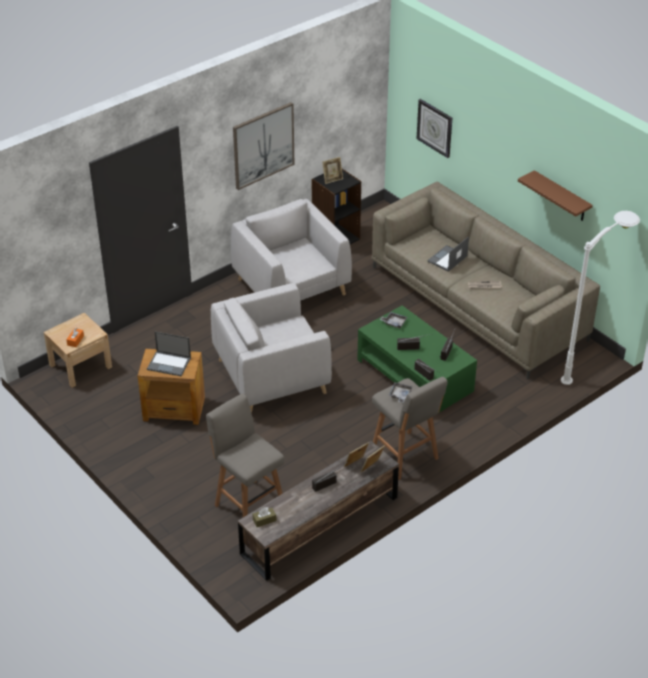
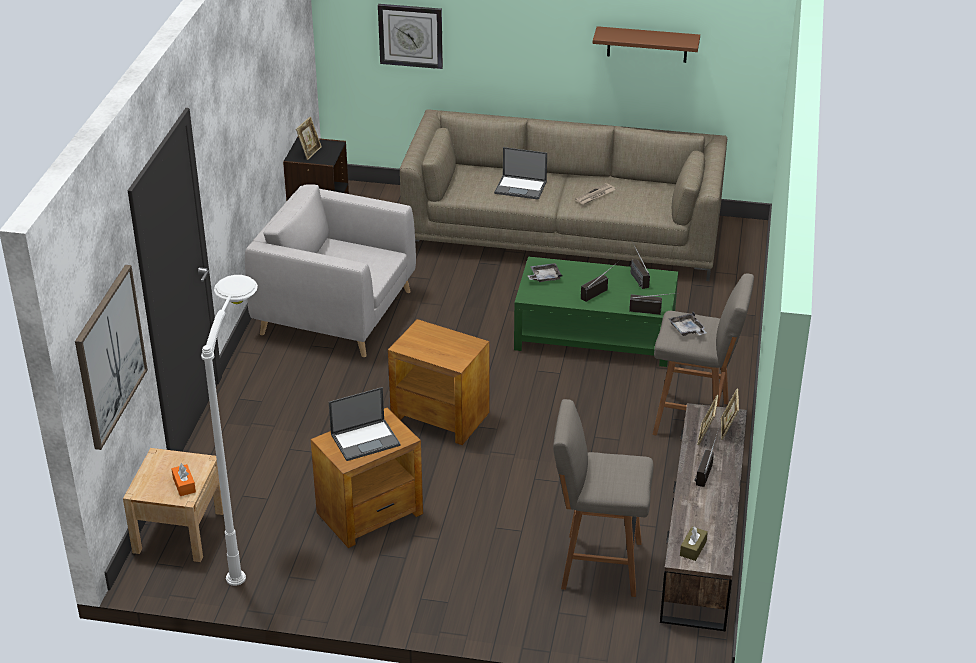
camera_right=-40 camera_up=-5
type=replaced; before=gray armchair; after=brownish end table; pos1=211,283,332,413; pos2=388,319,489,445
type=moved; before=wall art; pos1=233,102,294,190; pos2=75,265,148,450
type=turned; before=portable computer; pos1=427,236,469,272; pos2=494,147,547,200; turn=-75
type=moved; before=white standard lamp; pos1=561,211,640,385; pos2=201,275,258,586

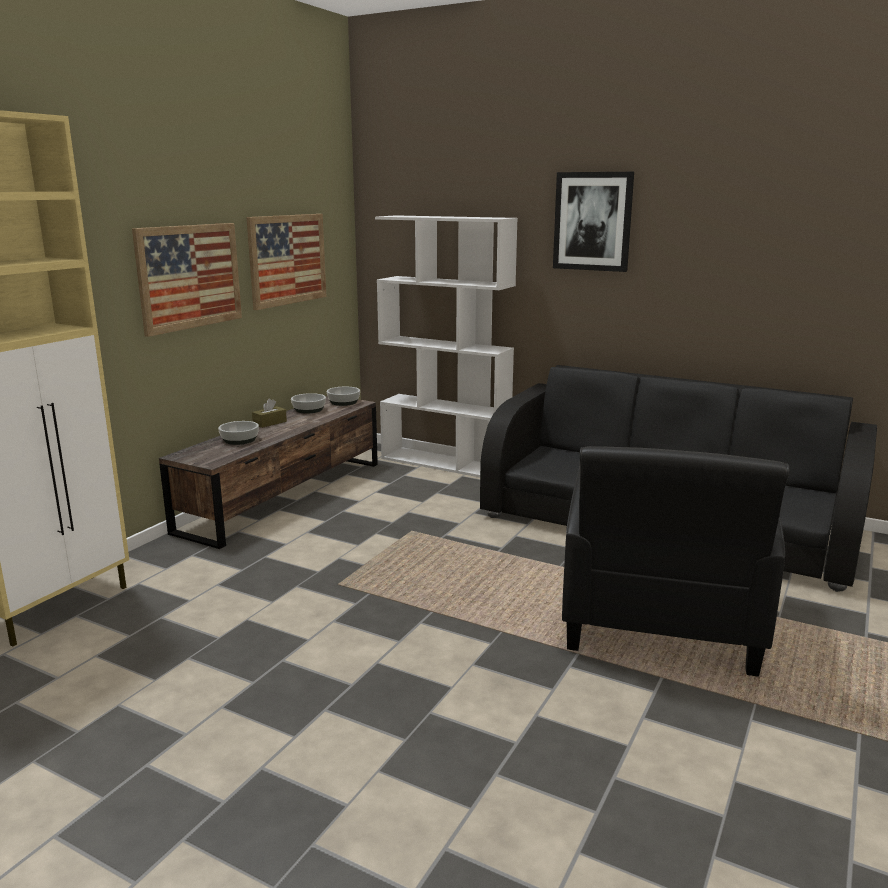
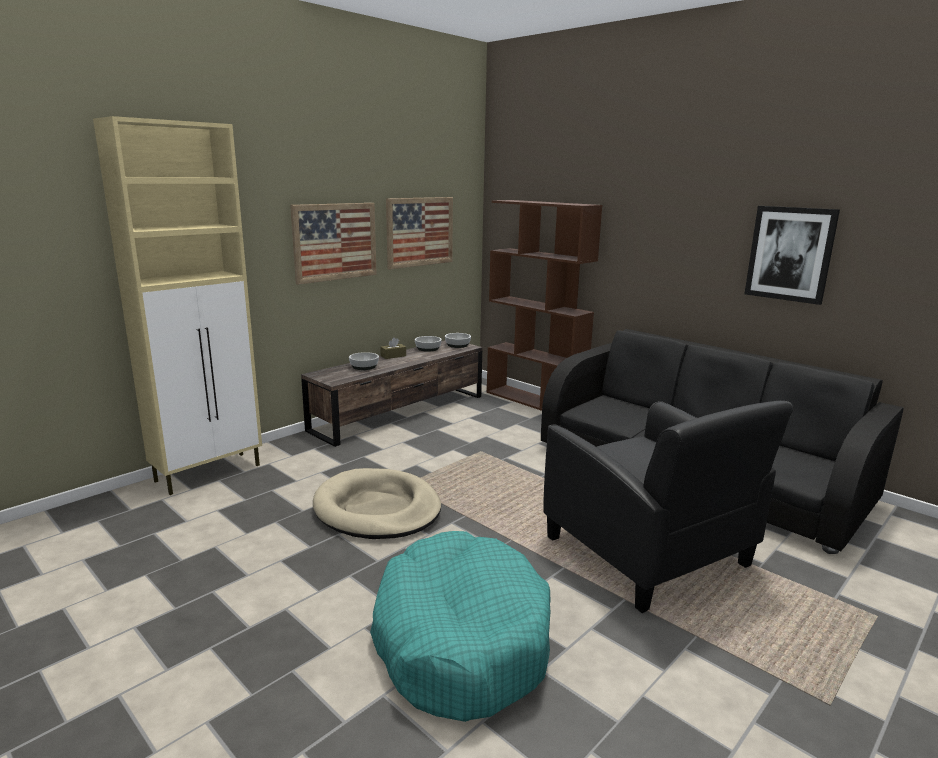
camera_right=15 camera_up=0
type=recoloured; before=white bookshelf; after=brownish bookshelf; pos1=375,215,518,477; pos2=487,200,602,411
type=moved; before=wall art; pos1=553,172,634,272; pos2=744,206,840,305
type=turned; before=black armchair; pos1=562,446,790,677; pos2=543,401,793,613; turn=-60
type=added; after=beige-coloured dog bed; pos2=313,468,441,539
type=added; after=blue-green dog bed; pos2=370,531,551,722

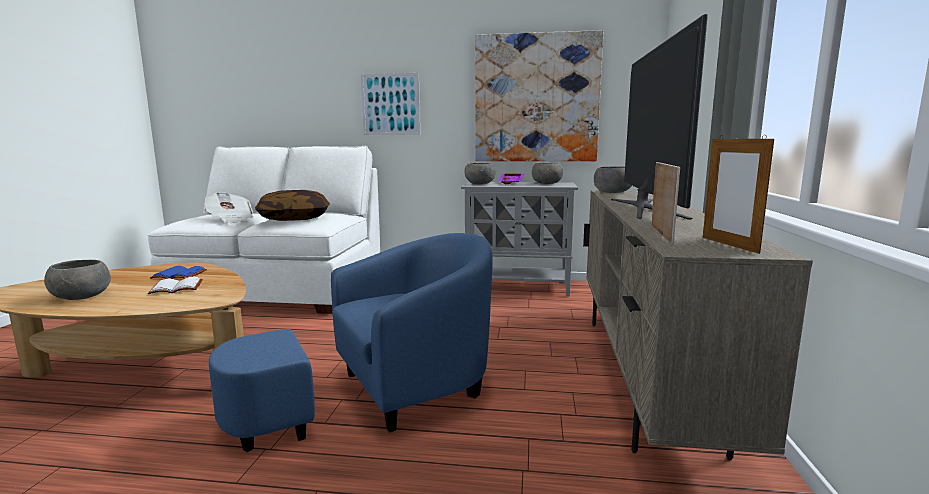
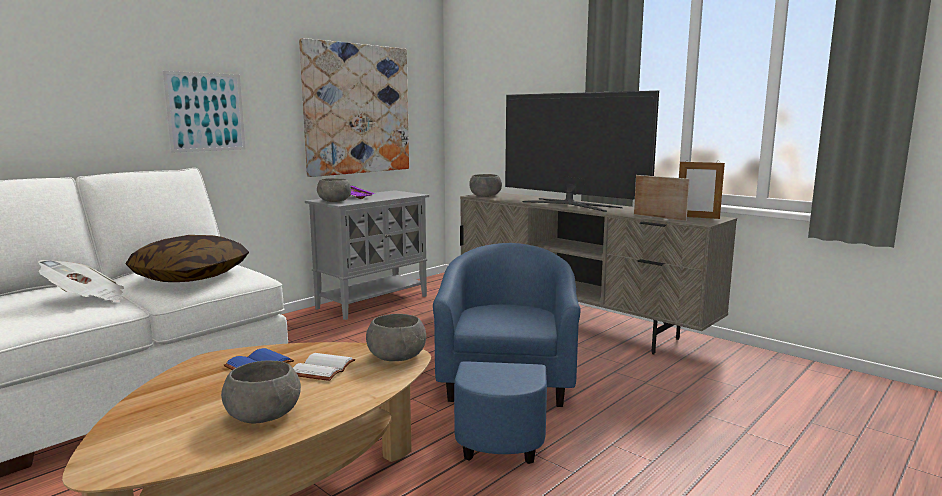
camera_right=-55 camera_up=0
type=moved; before=gray serving bowl; pos1=532,163,563,184; pos2=366,314,426,361

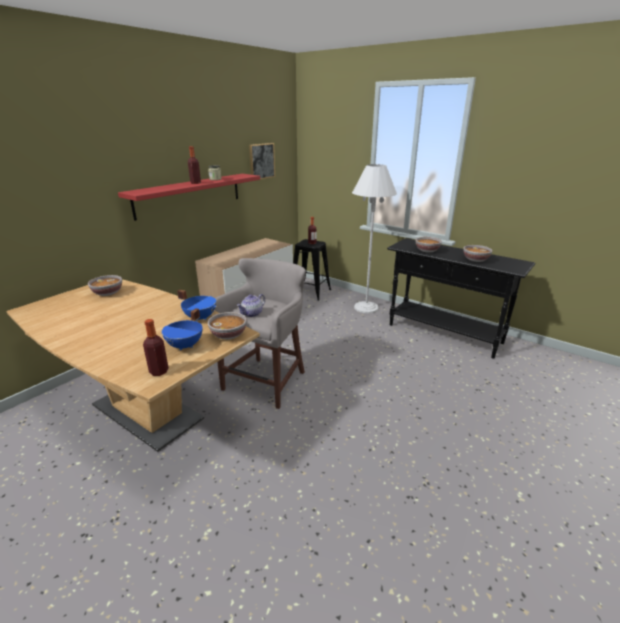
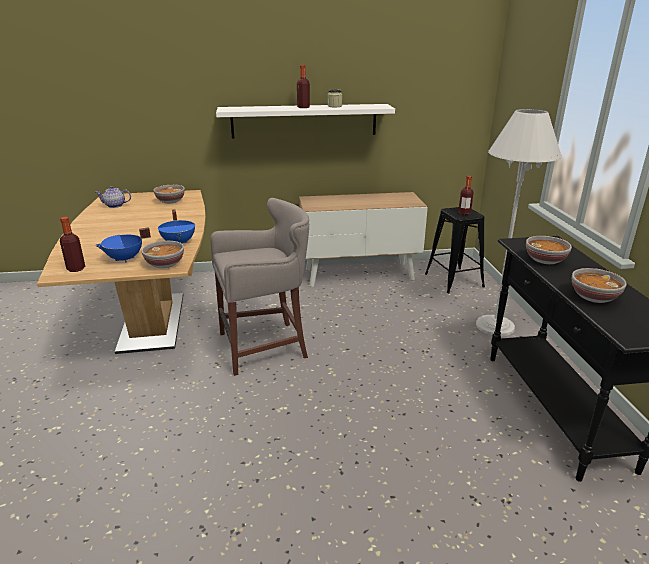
camera_right=45 camera_up=0
type=recoloured; before=red shelf; after=white shelf; pos1=118,174,260,221; pos2=216,104,395,139
type=moved; before=pot for tea; pos1=237,294,265,317; pos2=96,186,131,208
type=removed; before=wall art; pos1=249,143,275,180

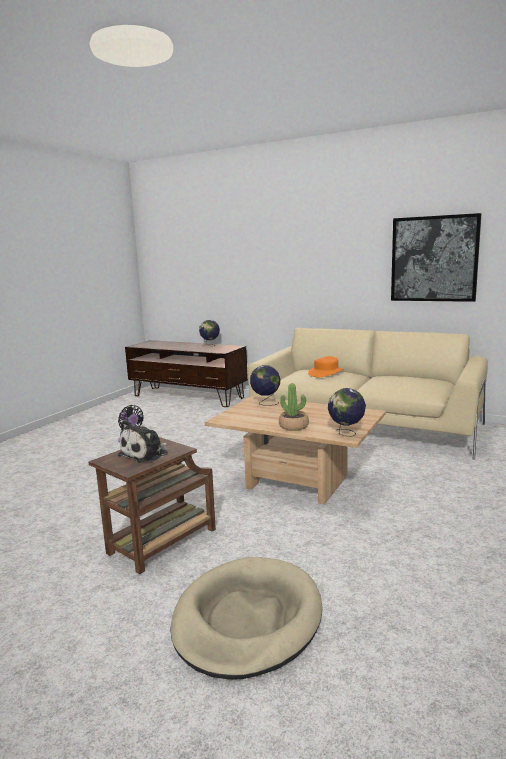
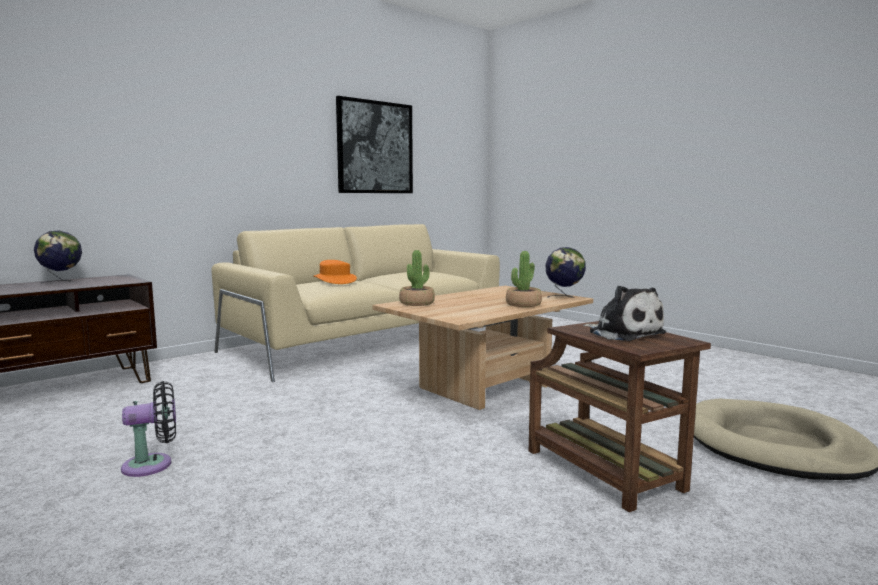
camera_right=-70 camera_up=-5
type=replaced; before=desk globe; after=plant in a pot; pos1=250,365,280,406; pos2=399,250,435,306

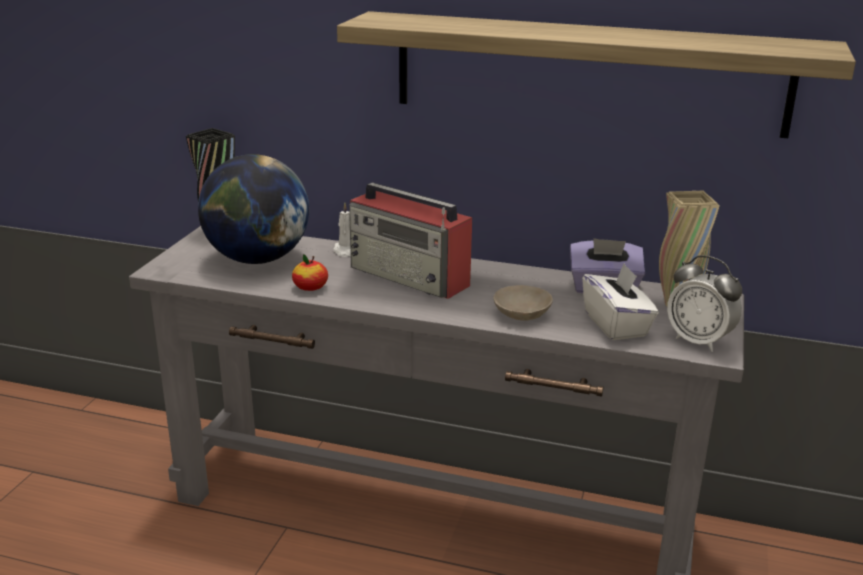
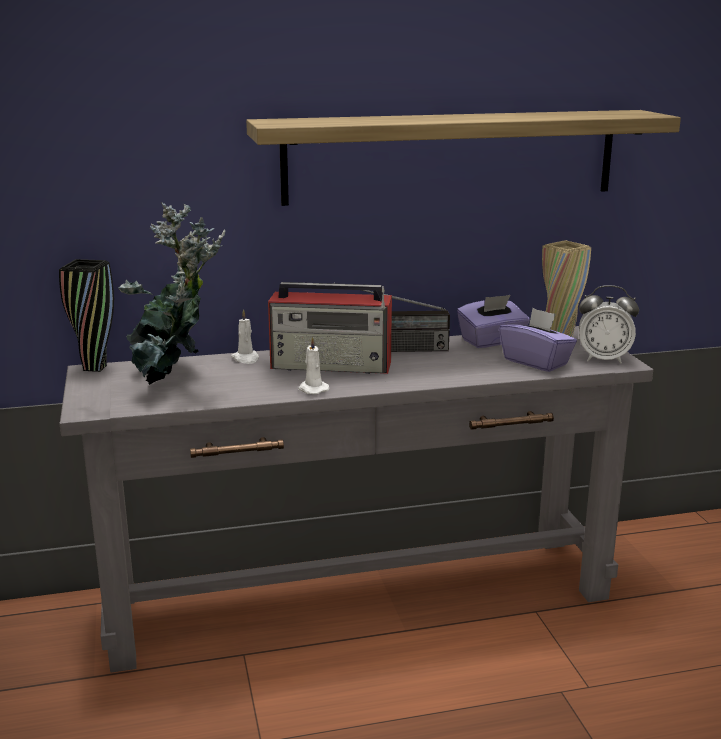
camera_right=-30 camera_up=-5
type=replaced; before=desk globe; after=plant in a pot; pos1=198,154,309,264; pos2=118,202,225,385
type=removed; before=apple; pos1=292,254,328,291
type=removed; before=beige-coloured serving bowl; pos1=493,285,553,321
type=recoloured; before=white tissue holder; after=purplish tissue holder; pos1=582,263,658,340; pos2=499,308,577,372
type=added; after=white wax candle; pos2=298,336,329,395
type=added; after=radio receiver; pos2=334,282,450,352

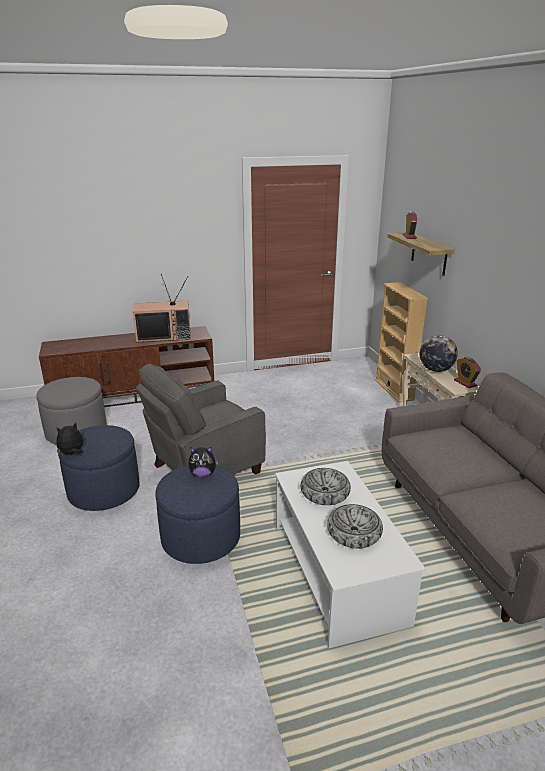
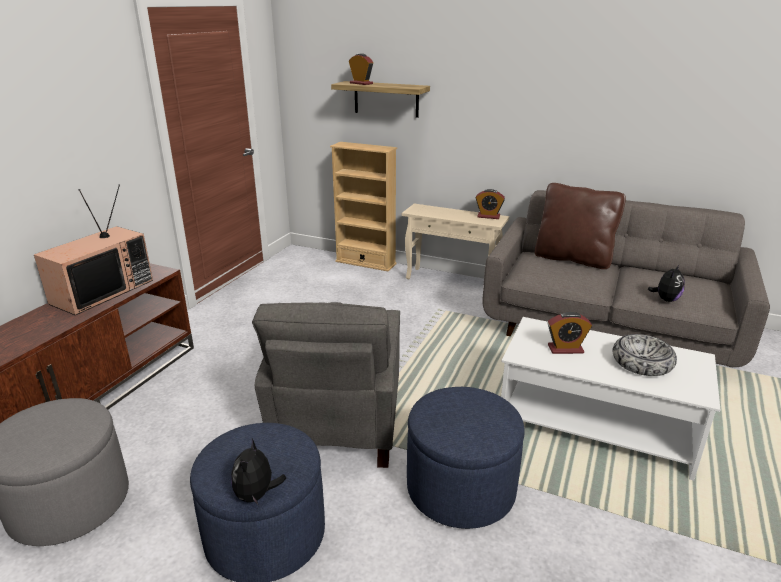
camera_right=-50 camera_up=0
type=moved; before=plush toy; pos1=188,447,218,477; pos2=648,264,685,302
type=replaced; before=serving bowl; after=table clock; pos1=301,468,351,505; pos2=547,312,592,354
type=removed; before=desk globe; pos1=420,335,458,372
type=added; after=brownish pillow; pos2=535,183,626,269

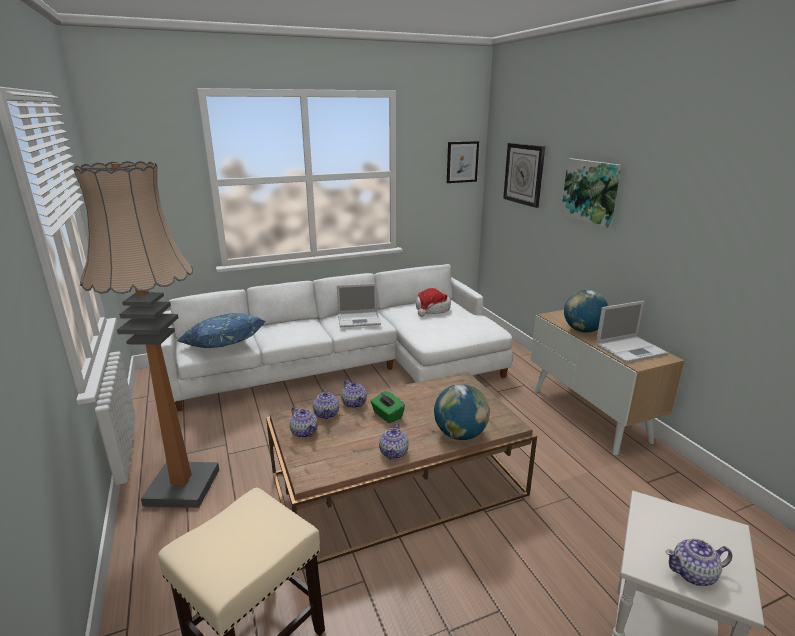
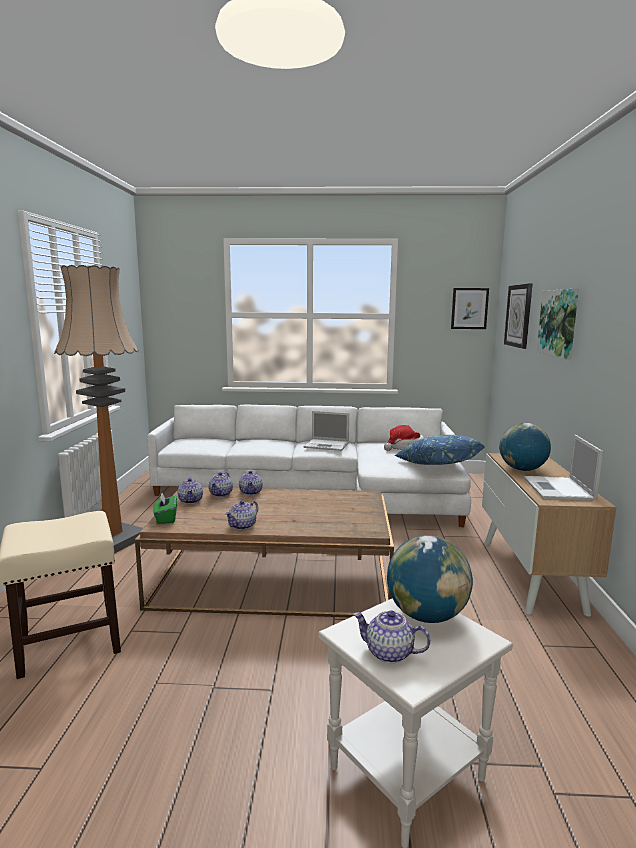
camera_right=25 camera_up=-10
type=moved; before=bluish pillow; pos1=177,313,266,348; pos2=394,435,485,465
type=moved; before=green-coloured tissue holder; pos1=370,391,405,423; pos2=153,492,177,524
type=moved; before=desk globe; pos1=434,384,490,440; pos2=387,535,473,623
type=turned; before=portable computer; pos1=596,301,668,363; pos2=524,435,603,501; turn=90

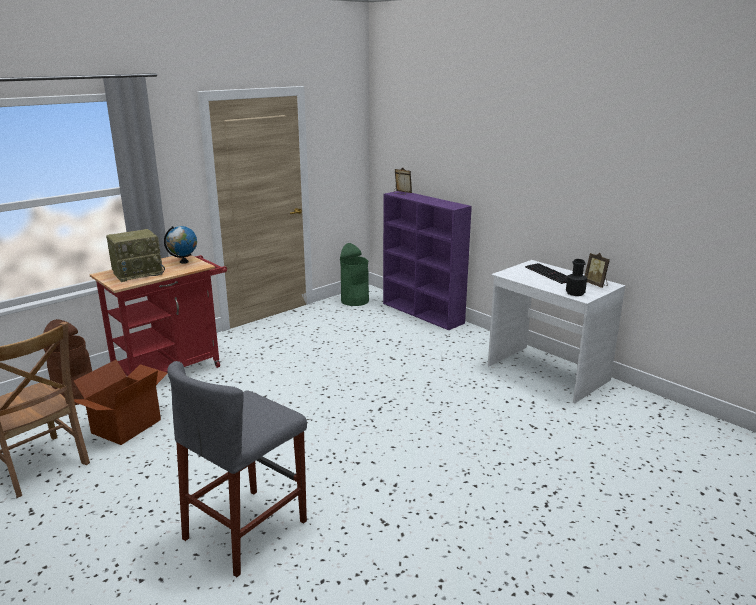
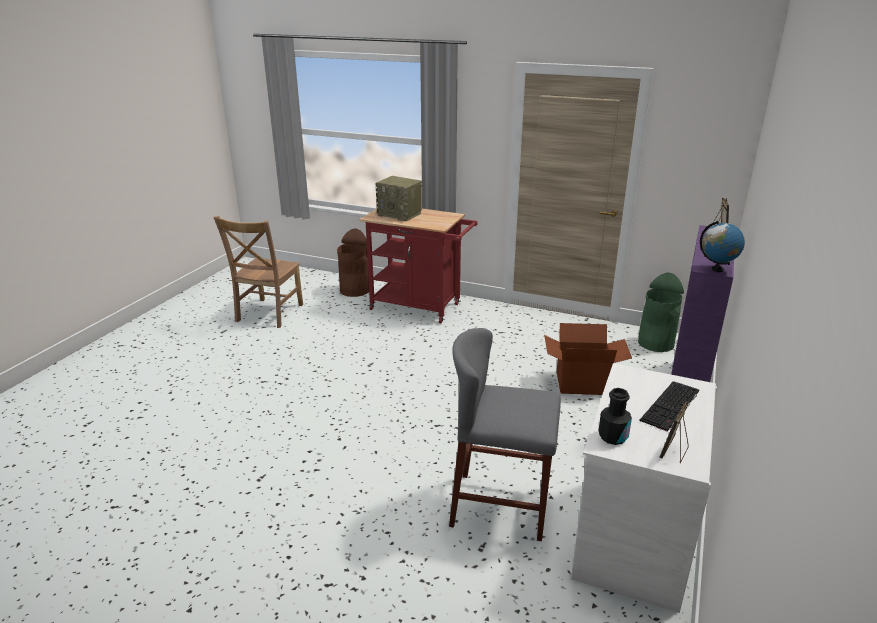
camera_right=65 camera_up=5
type=moved; before=cardboard box; pos1=74,360,168,445; pos2=544,323,632,395
type=moved; before=desk globe; pos1=164,226,197,264; pos2=700,221,745,272
type=moved; before=gray stool seat; pos1=167,361,307,577; pos2=449,328,561,541

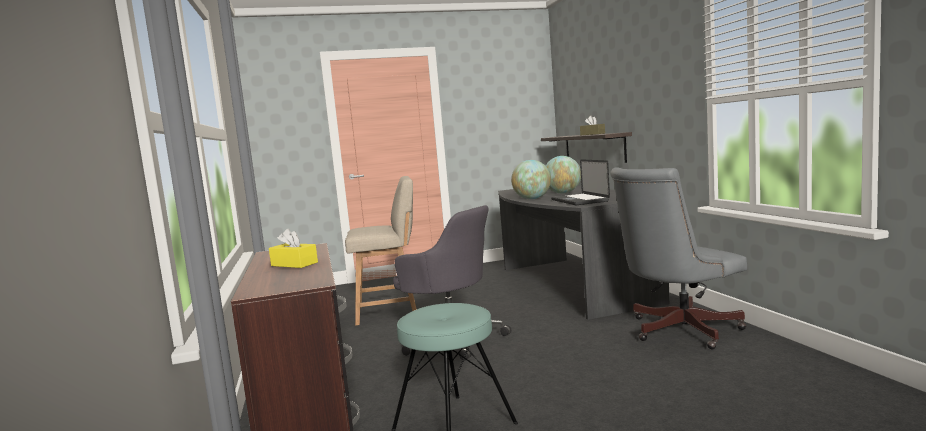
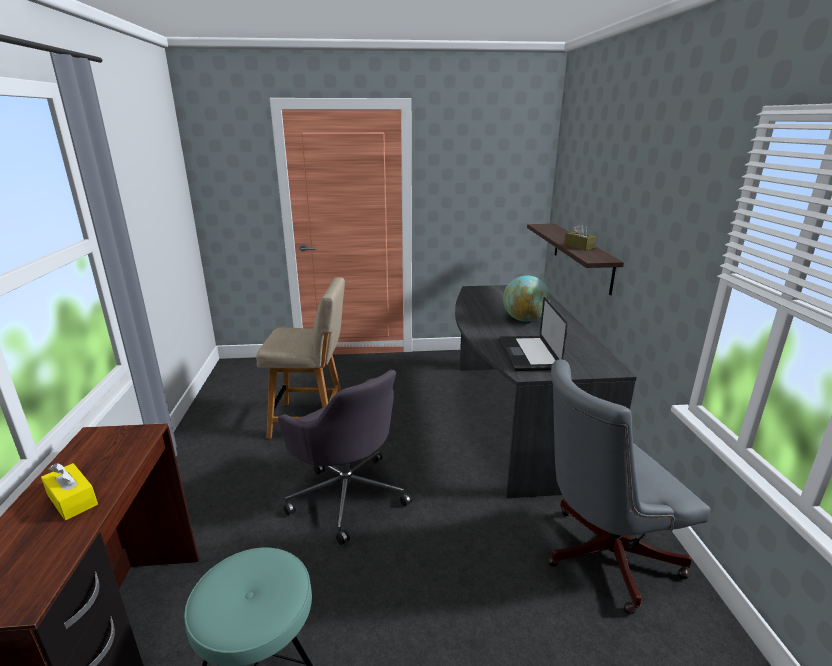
camera_right=10 camera_up=15
type=removed; before=desk globe; pos1=511,160,551,199

